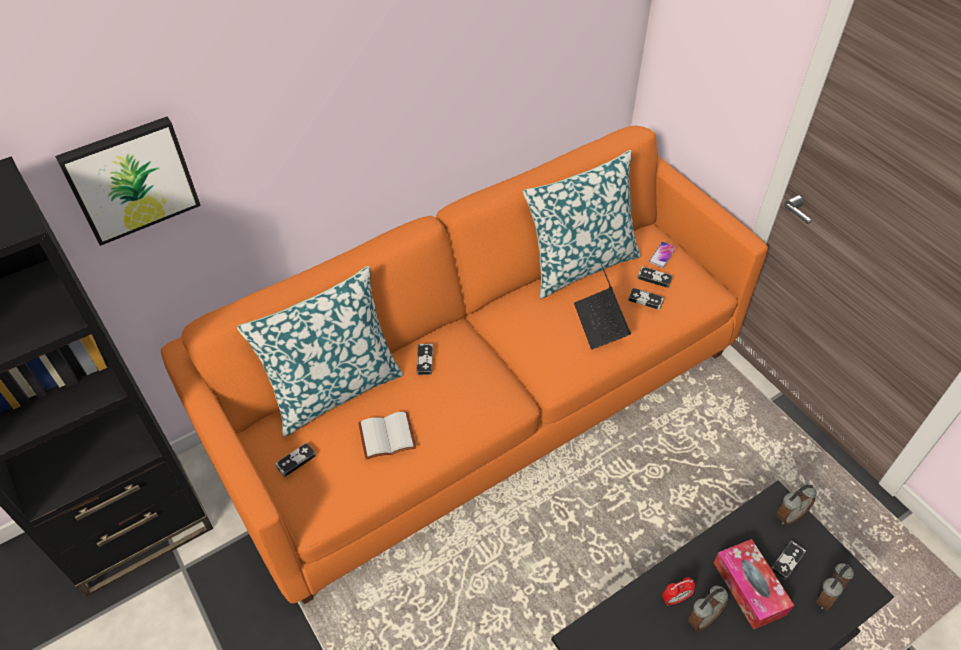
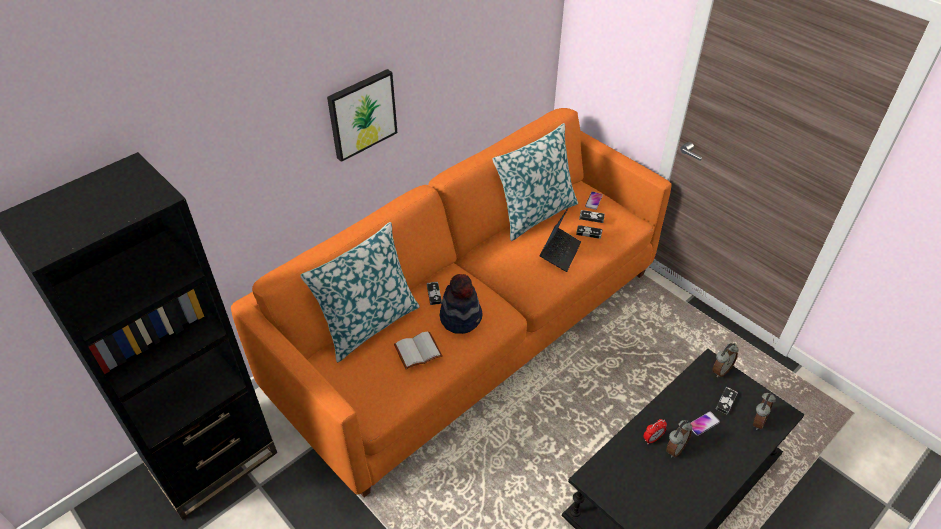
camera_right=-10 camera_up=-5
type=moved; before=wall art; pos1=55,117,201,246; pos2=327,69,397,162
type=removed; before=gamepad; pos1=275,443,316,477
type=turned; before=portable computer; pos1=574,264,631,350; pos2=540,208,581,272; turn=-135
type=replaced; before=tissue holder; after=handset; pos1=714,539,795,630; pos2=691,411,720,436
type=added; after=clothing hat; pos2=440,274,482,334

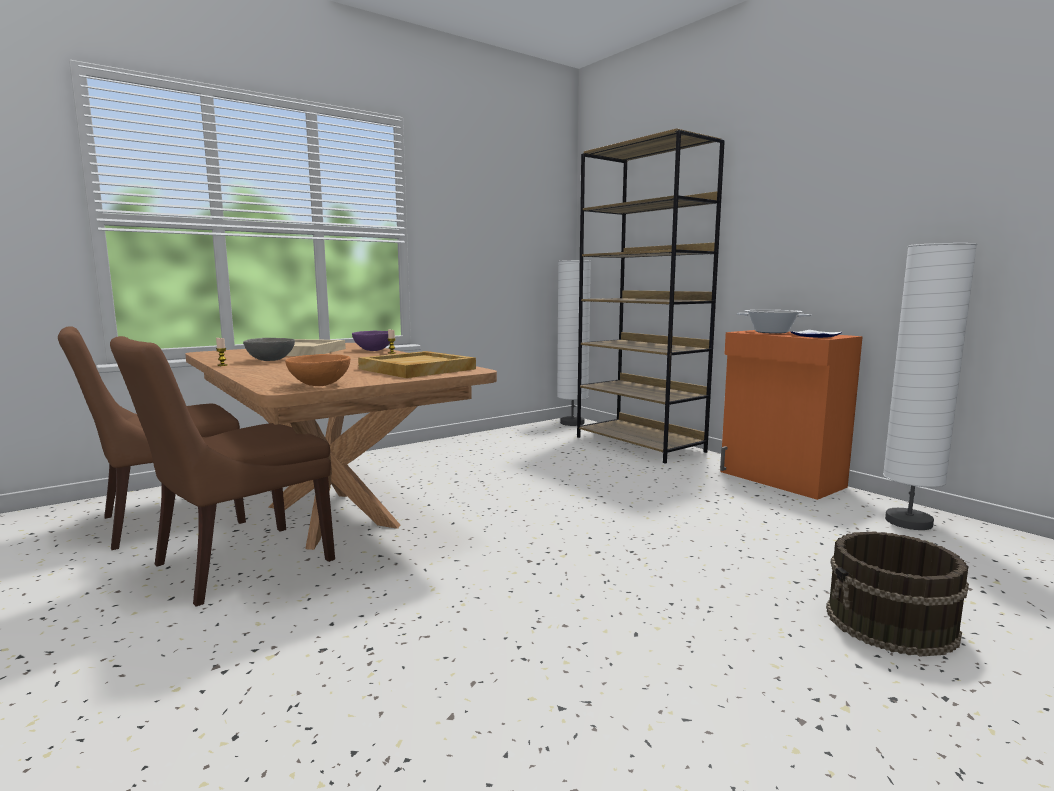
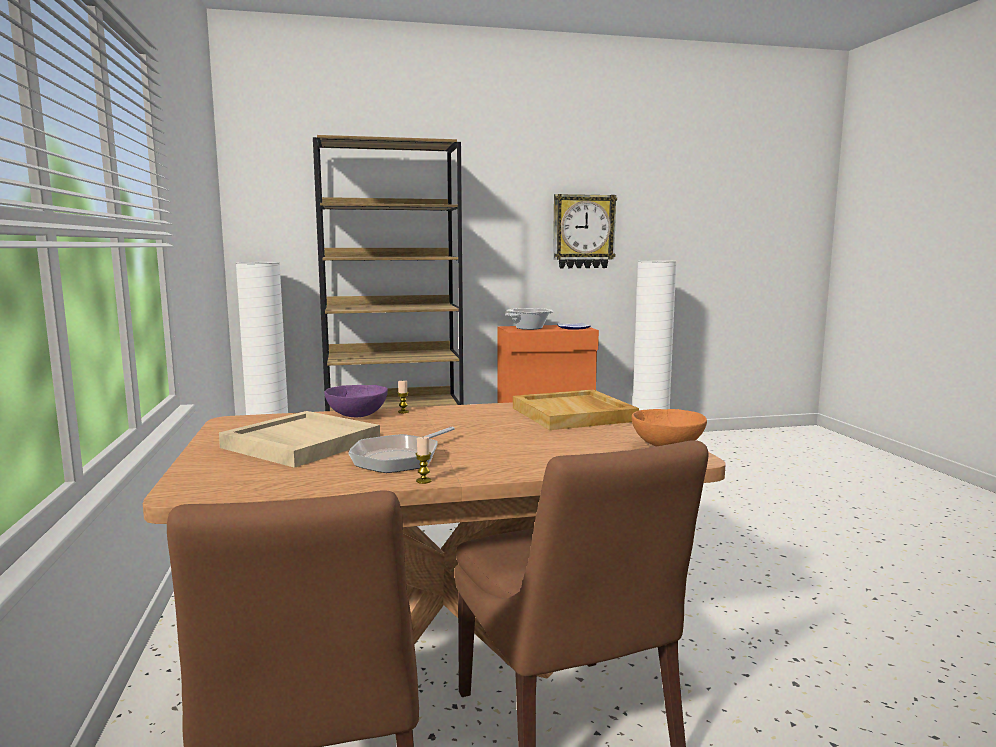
camera_right=-65 camera_up=0
type=replaced; before=gray serving bowl; after=skillet; pos1=243,338,295,361; pos2=348,427,455,473
type=removed; before=brownish pail; pos1=826,531,969,657
type=added; after=wall clock; pos2=553,194,617,268

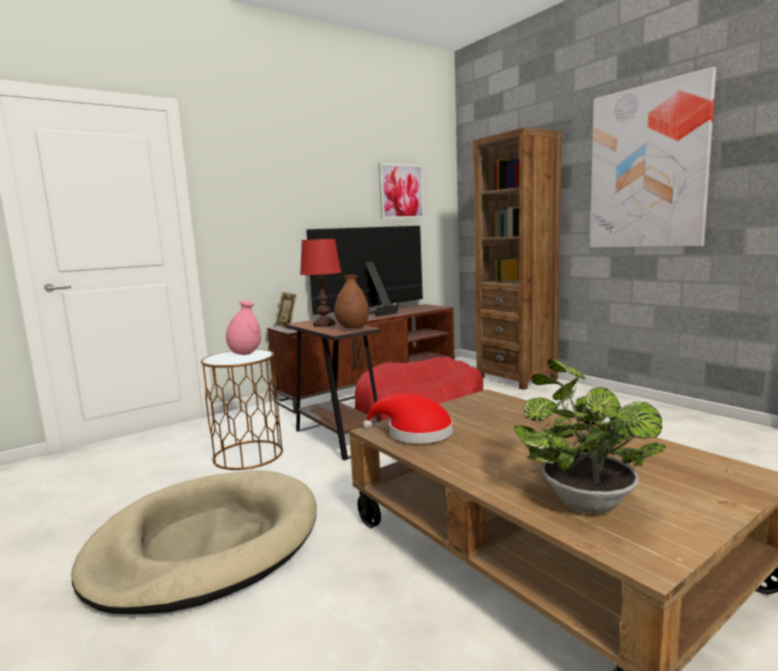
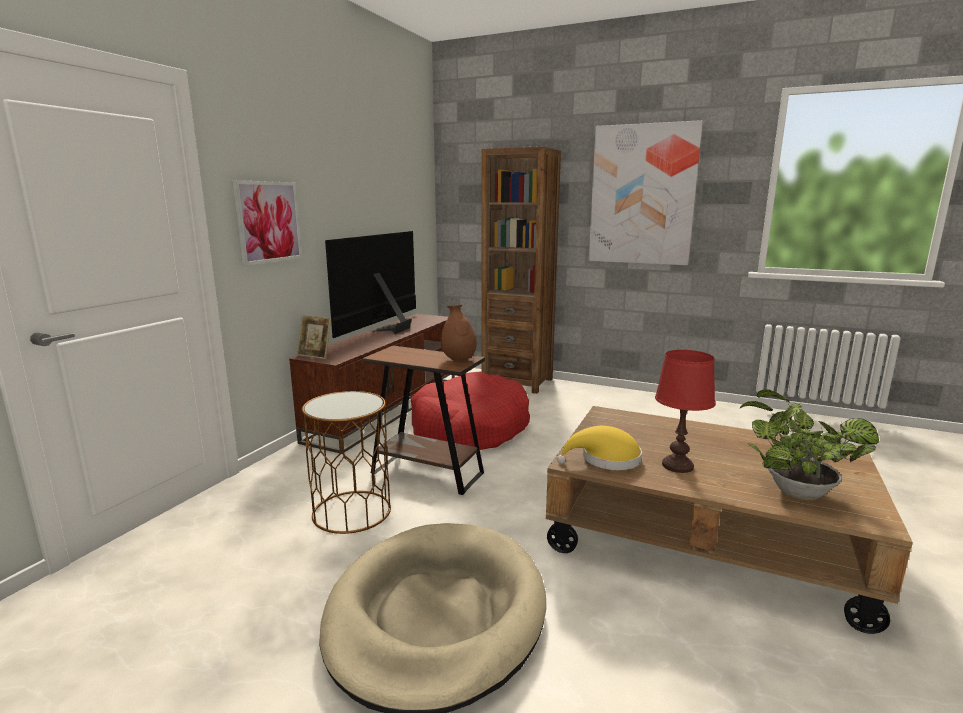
camera_right=-30 camera_up=5
type=removed; before=pinkish flower vase; pos1=226,301,261,355
type=moved; before=red lamp for a table; pos1=300,238,341,327; pos2=655,350,716,473
type=recoloured; before=red clothing hat; after=yellowish clothing hat; pos1=363,394,453,443; pos2=557,426,642,470
type=moved; before=wall art; pos1=379,163,424,219; pos2=232,180,302,266

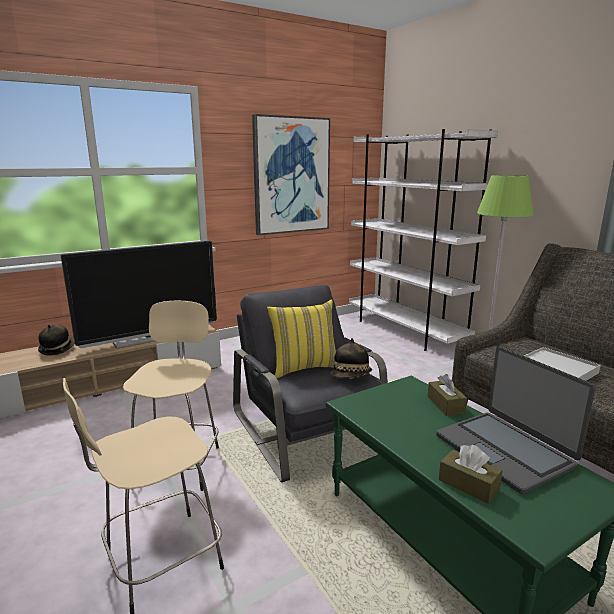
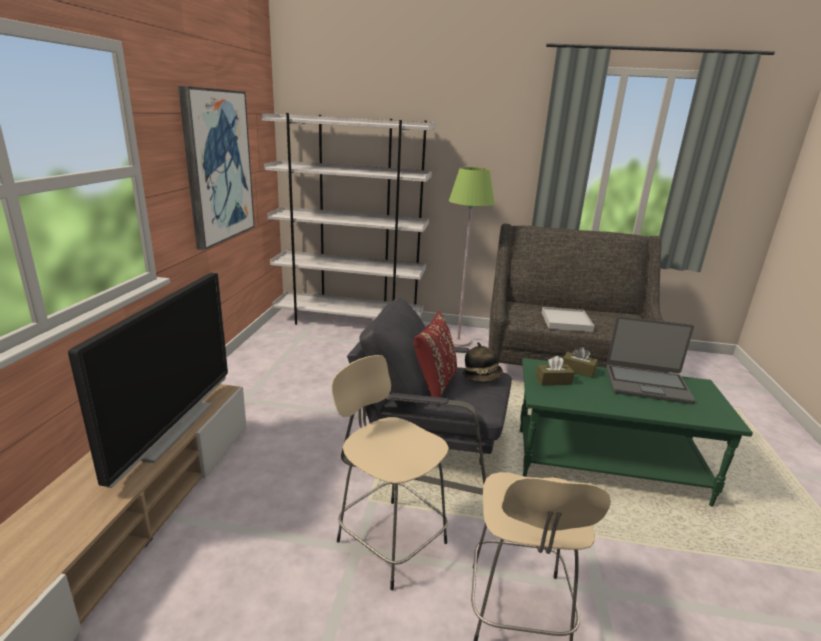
camera_right=-50 camera_up=5
type=removed; before=clothing hat; pos1=38,325,75,356
type=recoloured; before=yellowish pillow; after=red pillow; pos1=267,299,336,378; pos2=413,312,457,405
type=moved; before=brownish tissue holder; pos1=438,445,502,504; pos2=536,356,575,385

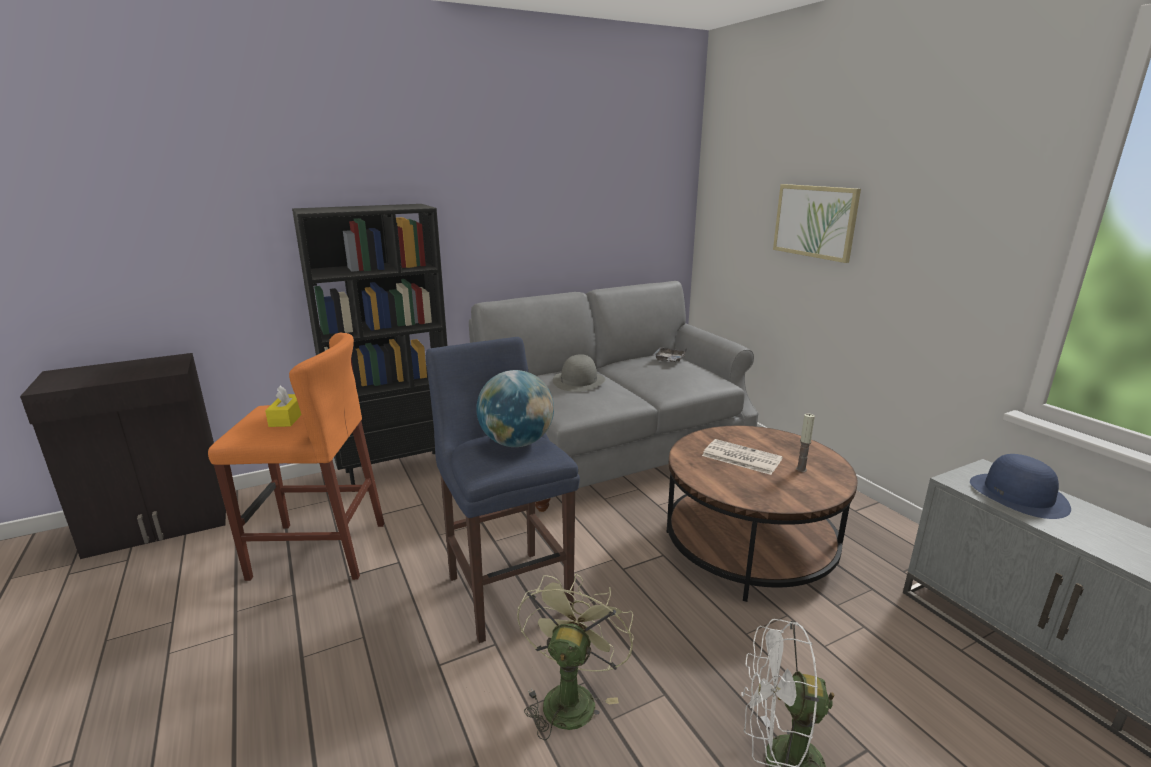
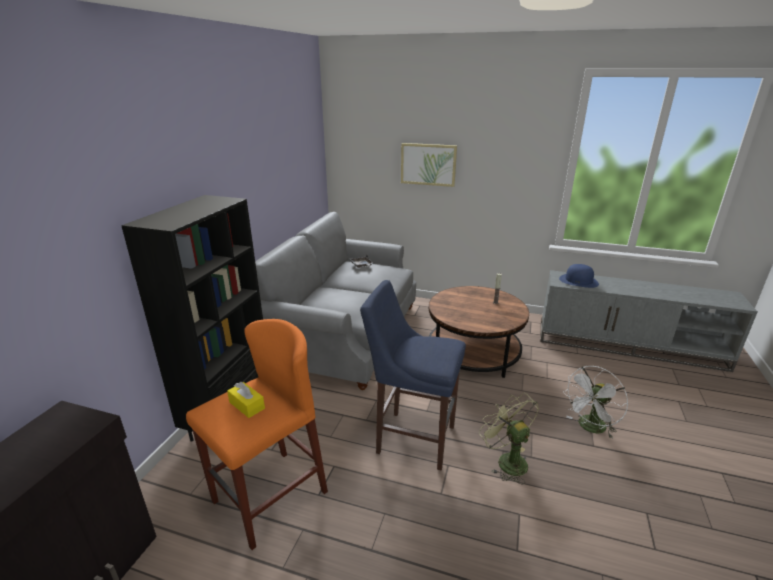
camera_right=-45 camera_up=5
type=removed; before=desk globe; pos1=476,370,554,447
type=removed; before=gray clothing hat; pos1=553,354,606,392
type=removed; before=daily paper; pos1=702,439,783,475

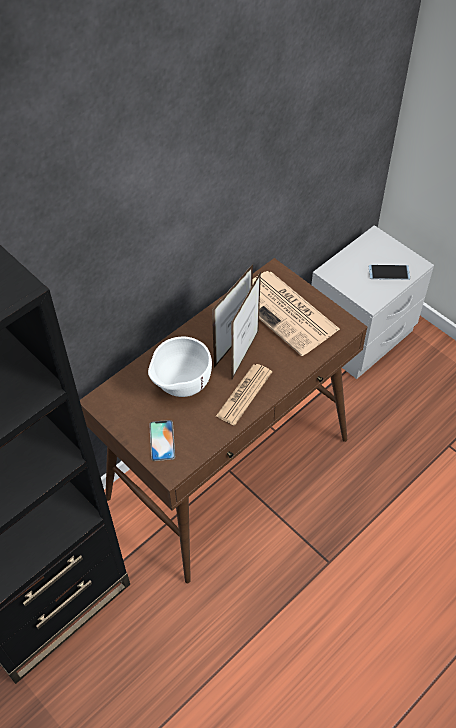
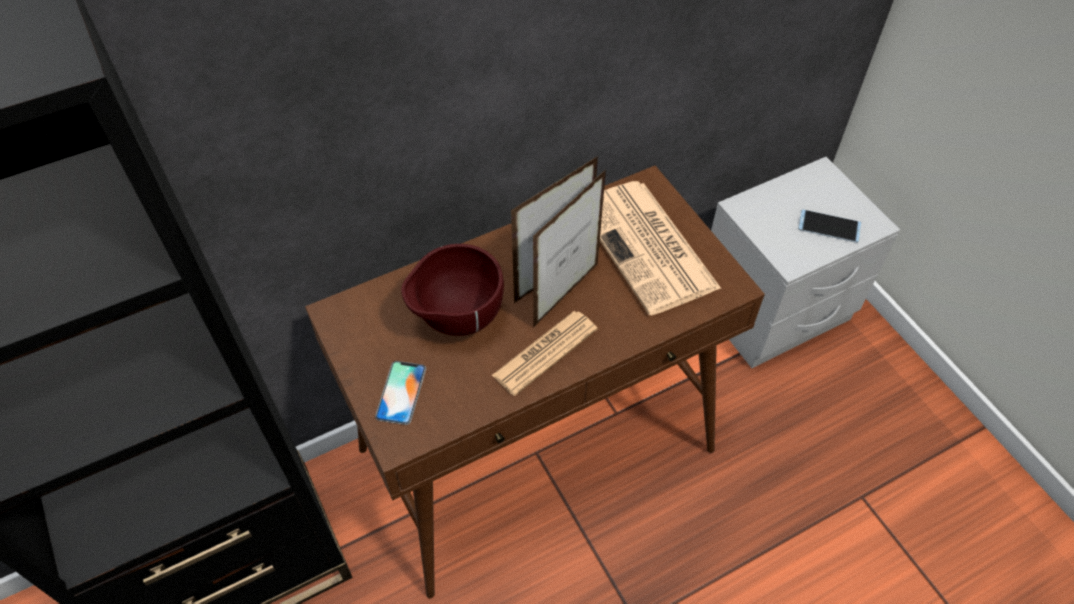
camera_right=15 camera_up=0
type=recoloured; before=white serving bowl; after=brownish serving bowl; pos1=148,337,212,397; pos2=401,244,504,336

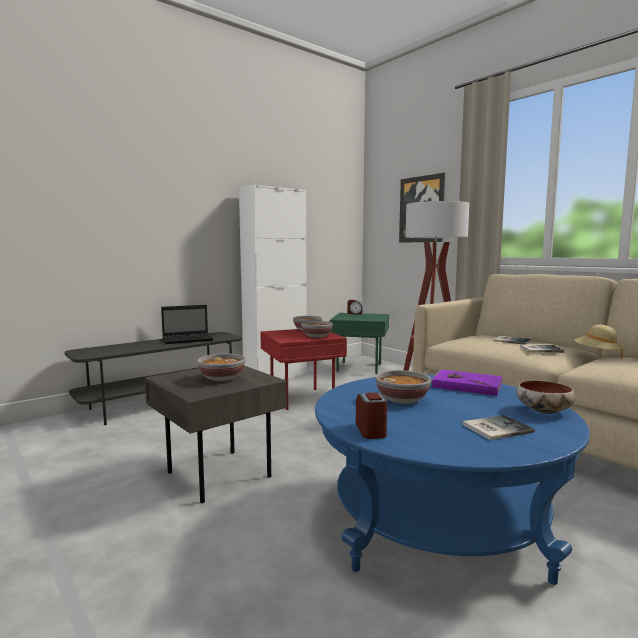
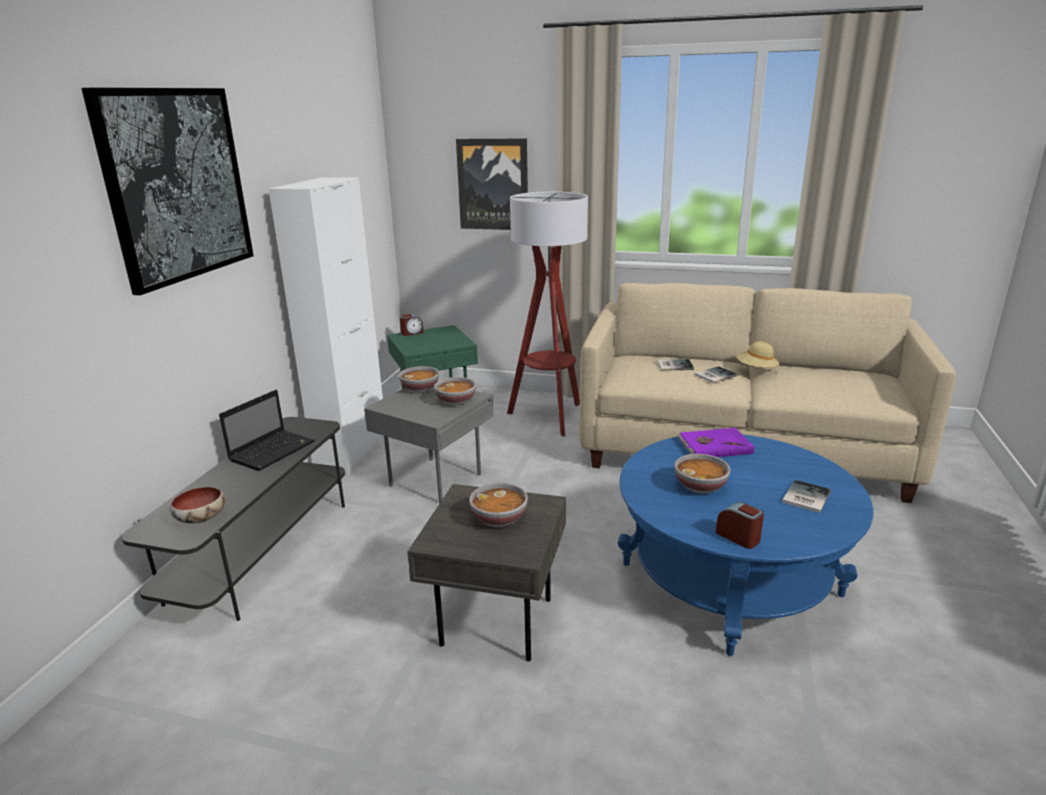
camera_right=-35 camera_up=15
type=recoloured; before=red end table; after=gray end table; pos1=261,329,347,410; pos2=364,387,493,504
type=moved; before=serving bowl; pos1=516,381,575,414; pos2=170,487,225,523
type=added; after=wall art; pos2=81,87,254,295

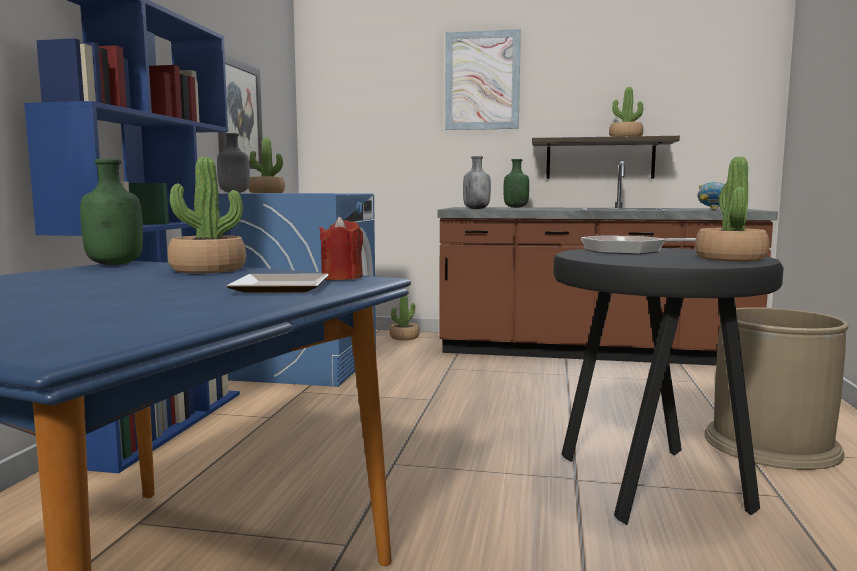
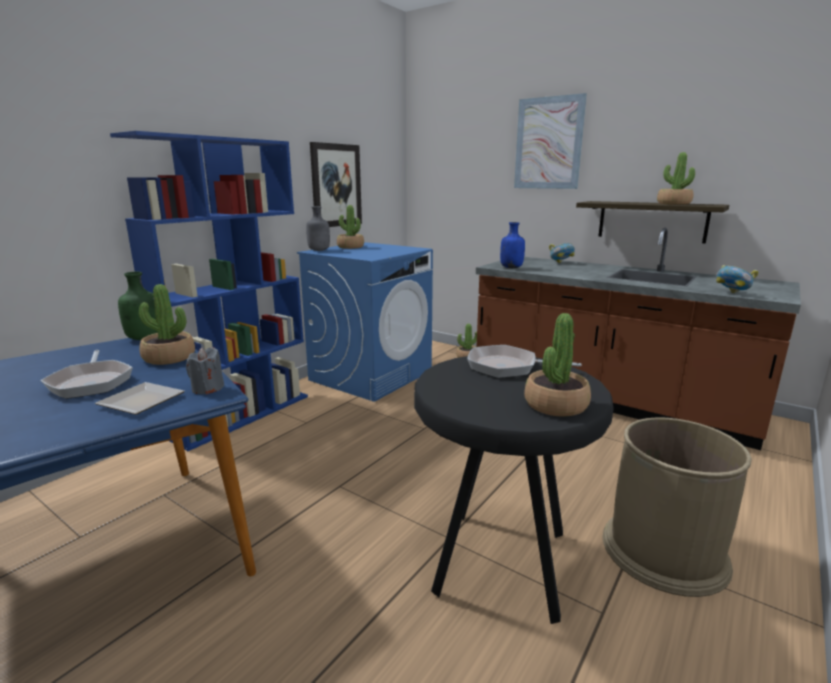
camera_right=25 camera_up=10
type=recoloured; before=red wax candle; after=gray wax candle; pos1=319,217,363,280; pos2=186,347,224,395
type=recoloured; before=gray beverage bottle; after=bluish beverage bottle; pos1=463,156,491,209; pos2=500,222,525,268
type=replaced; before=green-coloured beverage bottle; after=serving bowl; pos1=504,159,529,208; pos2=549,243,575,263
type=added; after=skillet; pos2=40,350,133,399

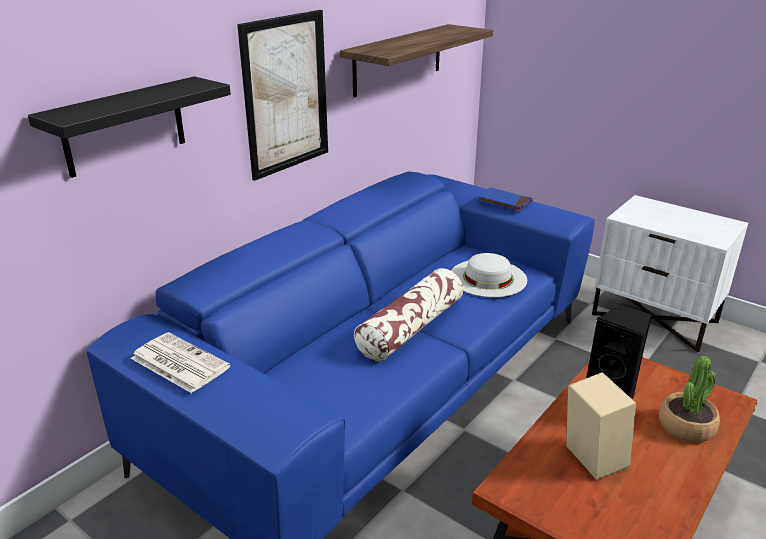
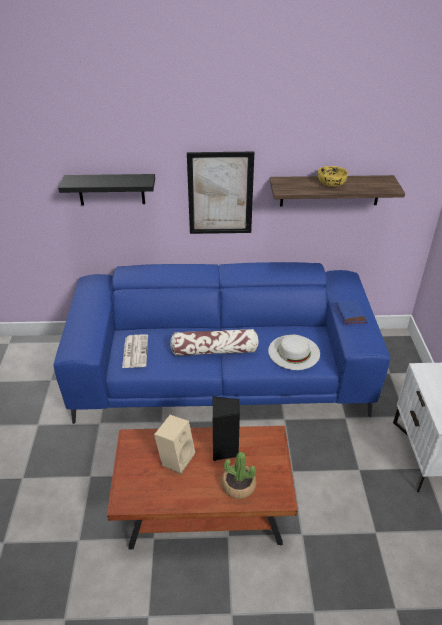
camera_right=50 camera_up=10
type=moved; before=daily paper; pos1=131,332,231,393; pos2=122,335,148,368
type=added; after=yellowish serving bowl; pos2=318,166,348,187

